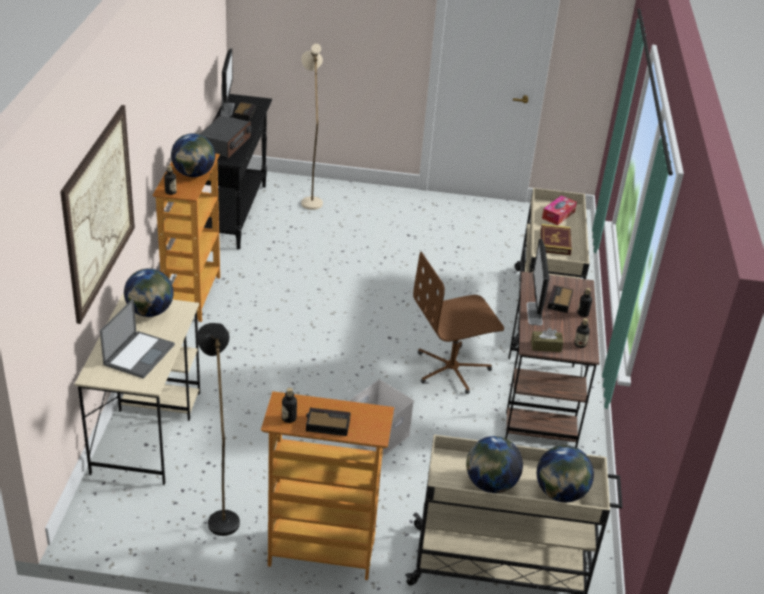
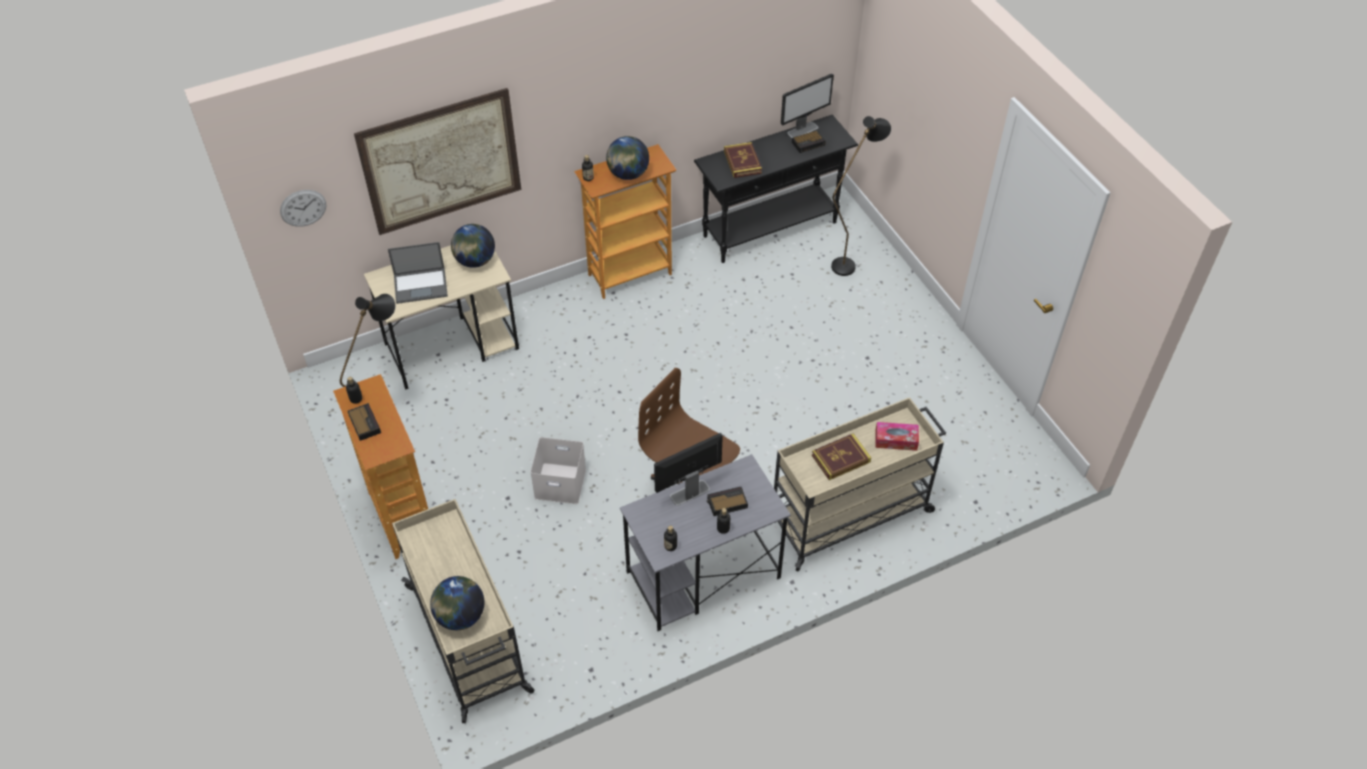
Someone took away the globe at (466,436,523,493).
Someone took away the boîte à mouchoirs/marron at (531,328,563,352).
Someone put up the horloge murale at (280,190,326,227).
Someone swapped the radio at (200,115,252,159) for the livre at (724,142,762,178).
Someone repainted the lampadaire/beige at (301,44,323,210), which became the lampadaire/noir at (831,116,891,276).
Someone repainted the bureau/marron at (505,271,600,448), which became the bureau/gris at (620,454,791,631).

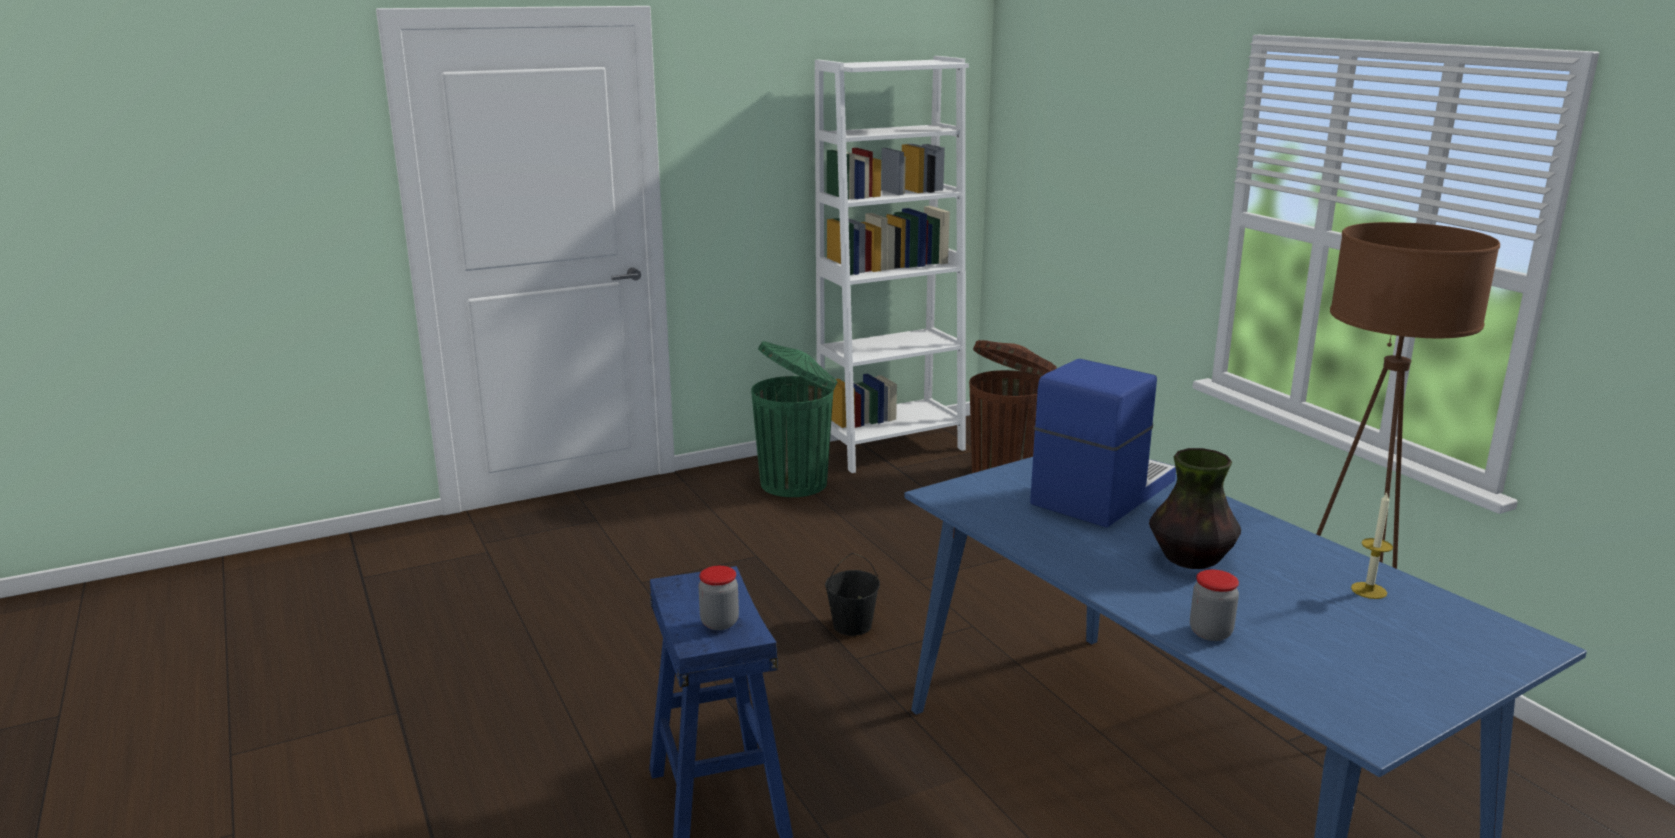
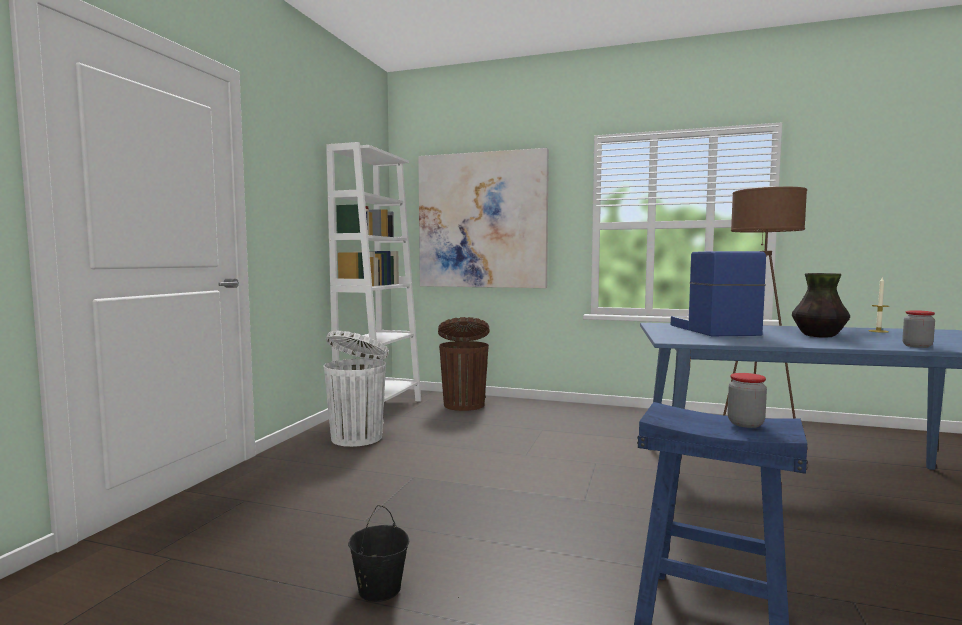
Someone put up the tableau at (418,148,549,288).
Someone carried the seau/noir from (825,553,880,636) to (348,505,409,602).
Someone repainted the poubelle/vert at (751,341,838,497), which became the poubelle/blanc at (324,331,389,447).

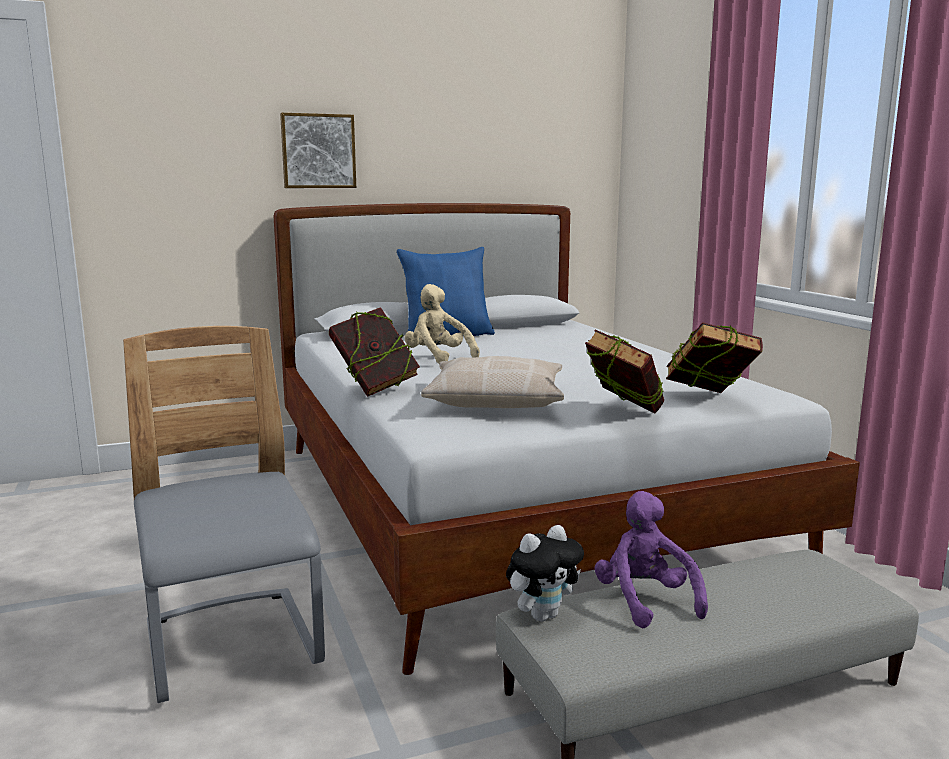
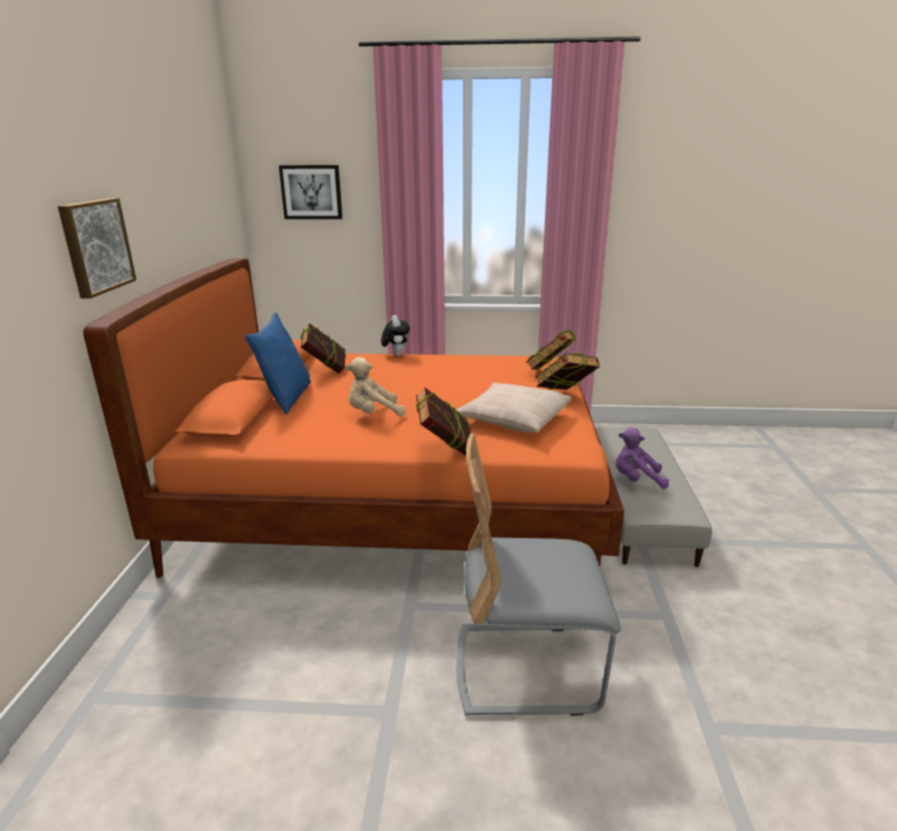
Someone put up the tableau at (279,165,342,219).
Someone put down the livre at (301,323,346,374).
Someone carried the peluche from (506,525,584,622) to (381,315,410,356).
Someone repainted the lit/blanc at (273,203,860,675), which became the lit/orange at (83,258,624,578).

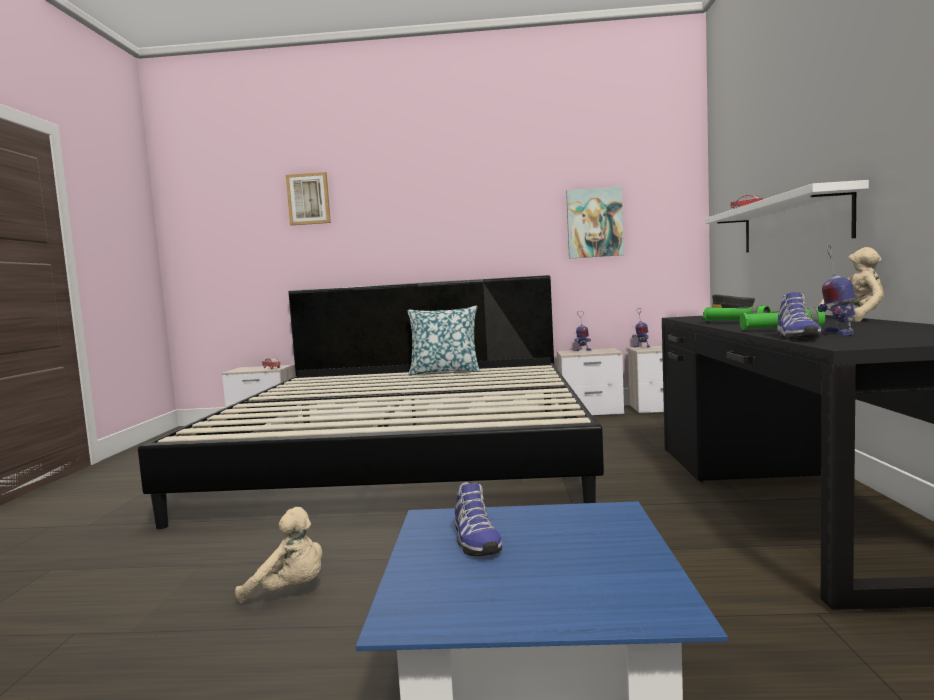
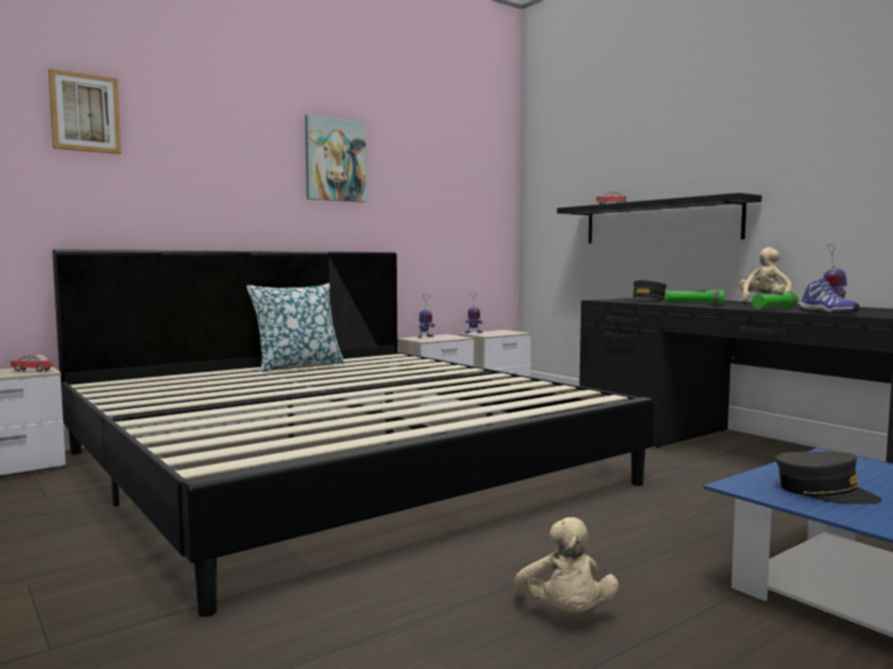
Someone carried the tableau from (566,186,624,259) to (305,114,367,202).
Someone swapped the chaussure at (455,482,502,556) for the casquette/gris at (776,452,882,504).
Someone repainted the étagère/blanc at (705,180,869,253), which became the étagère/noir at (557,193,762,243).
Someone rotated the peluche/beige at (235,507,323,603) by 105 degrees clockwise.

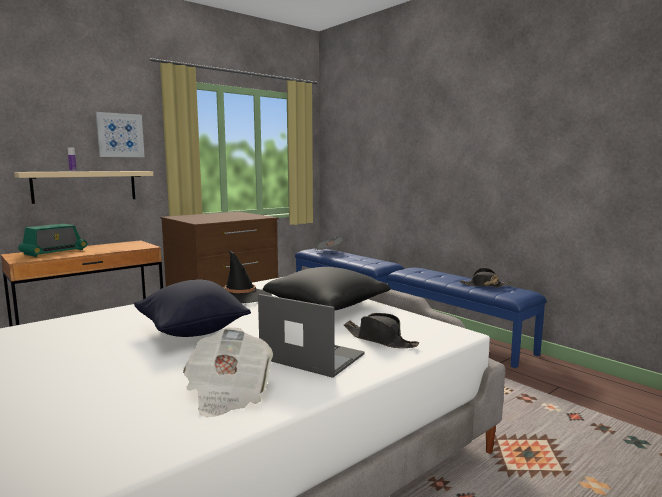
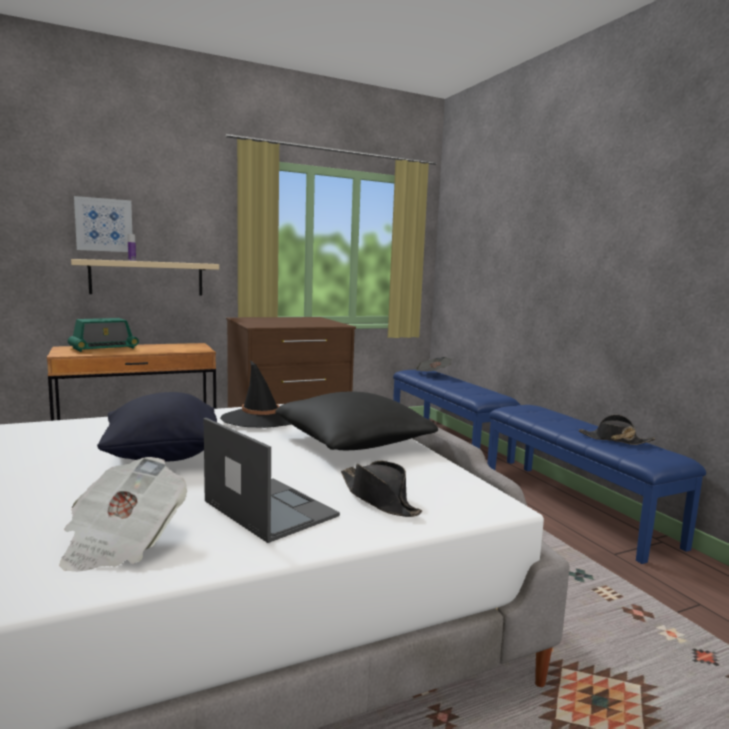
Someone carried the tableau from (96,112,145,157) to (74,196,132,252).

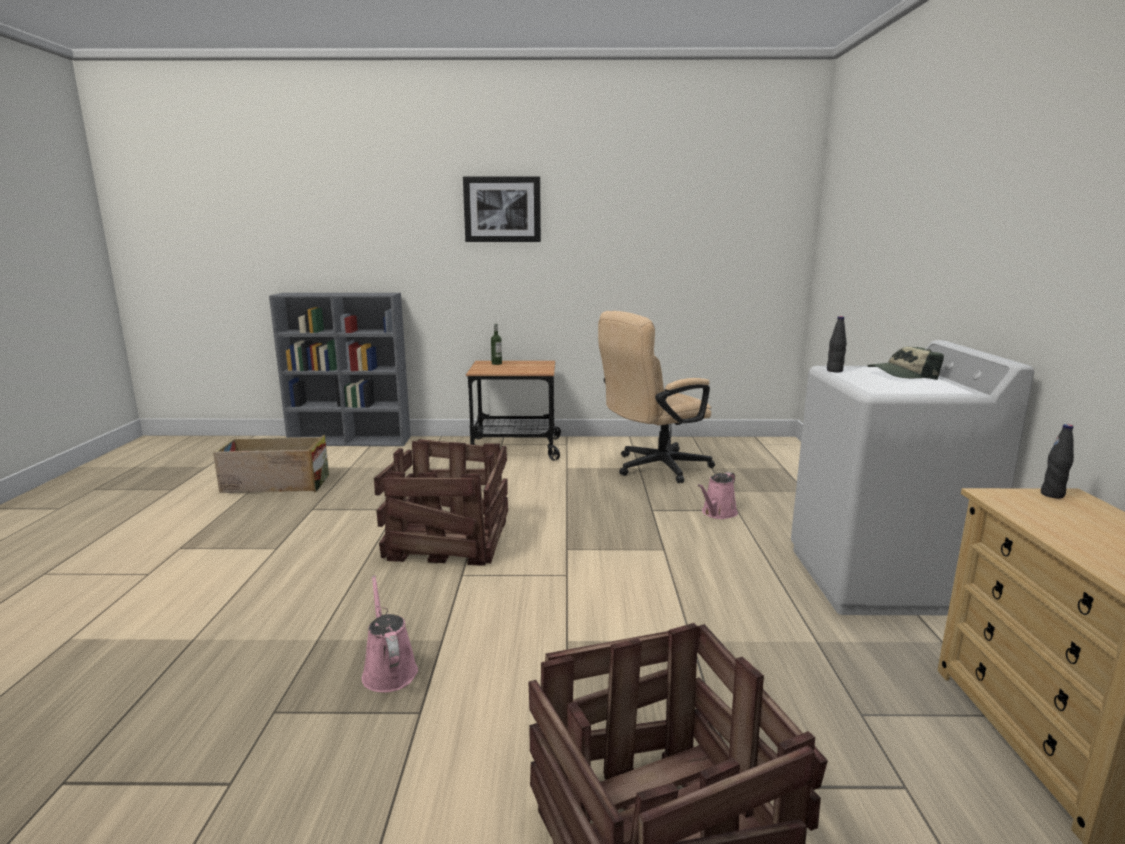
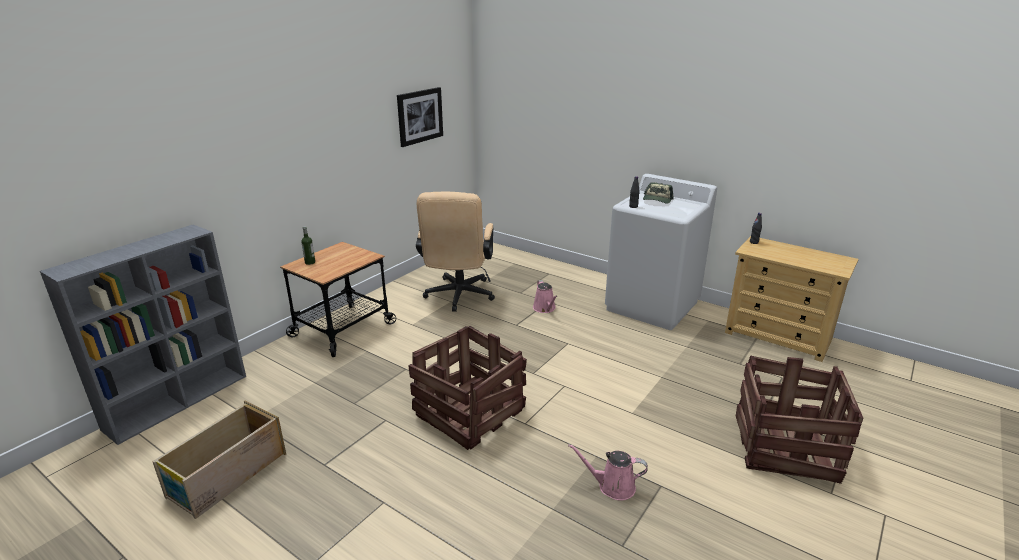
Someone carried the tableau from (463,176,541,242) to (397,87,443,147).

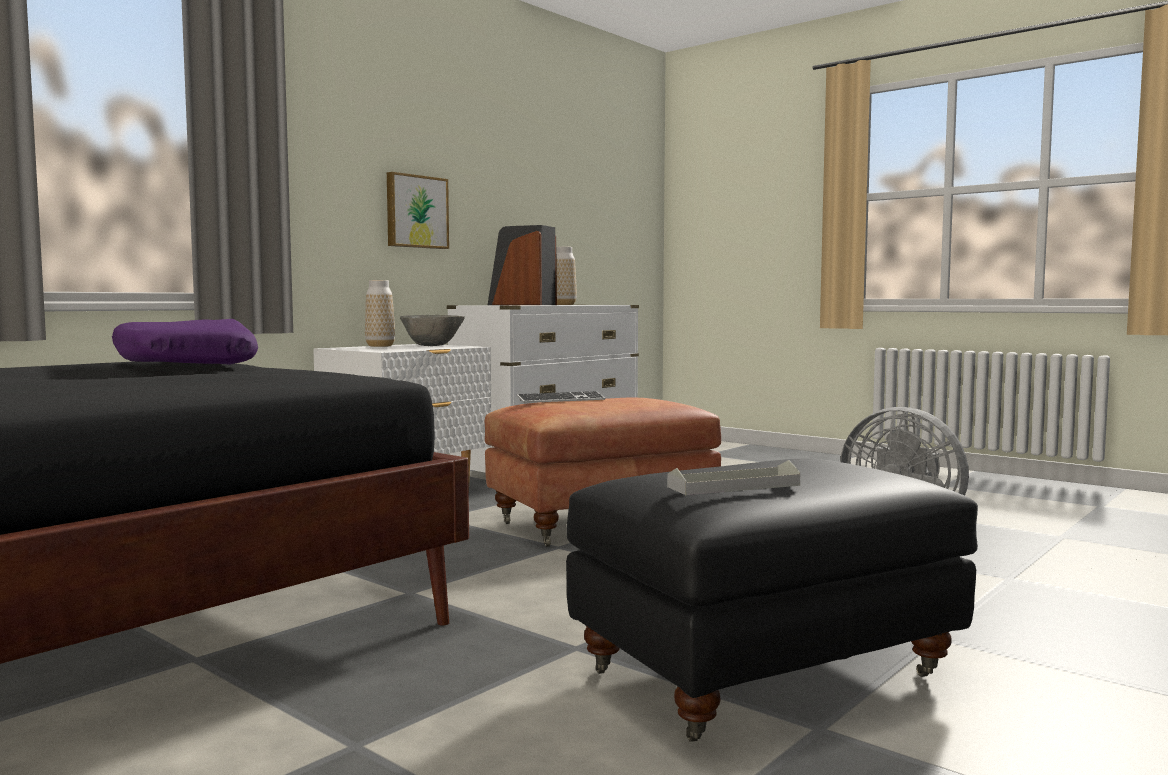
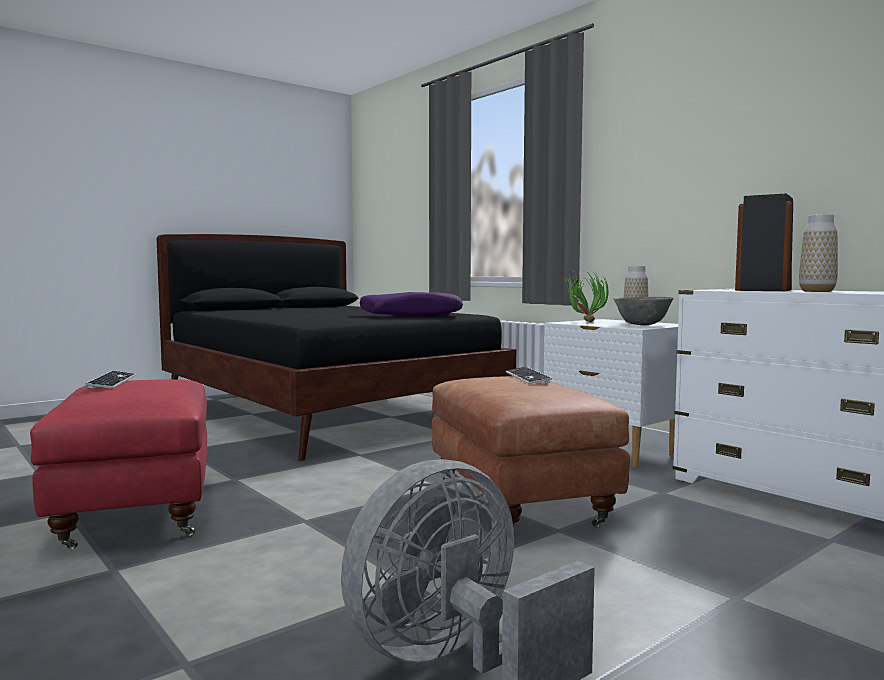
Someone took away the tableau at (387,172,449,249).
Someone put down the plante en pot at (563,267,608,322).
Someone swapped the plateau/gris at (667,460,800,495) for the clavier at (85,371,136,389).
Someone repainted the pouf/noir at (566,458,978,742), which became the pouf/rouge at (30,379,208,549).

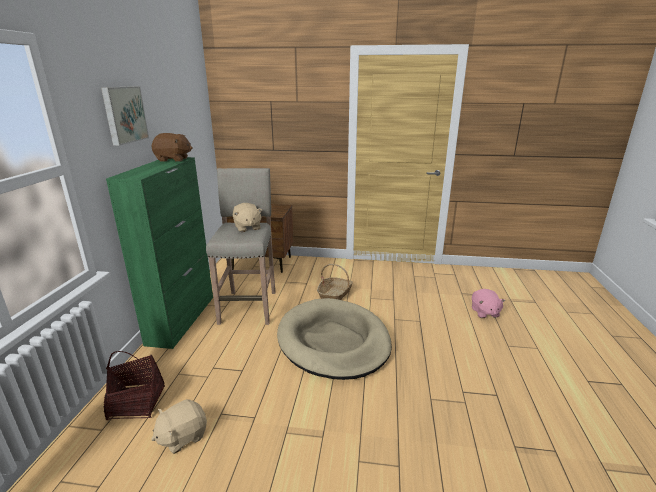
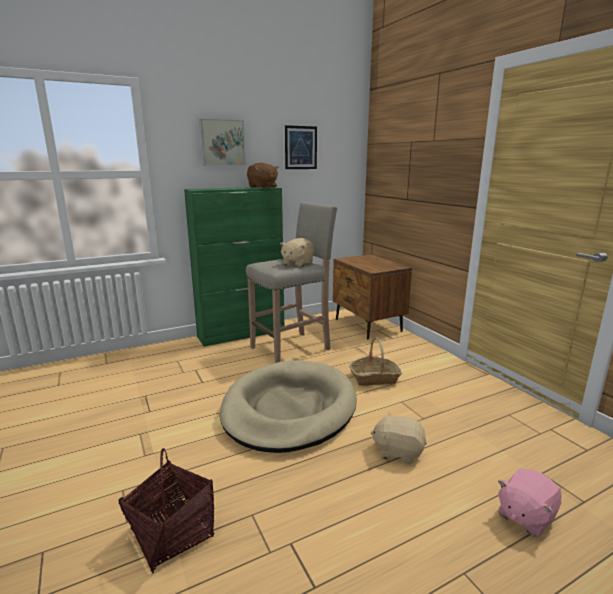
Someone put up the tableau at (285,125,317,169).
Someone carried the panier from (104,351,165,420) to (119,448,214,573).
Someone carried the peluche/beige from (151,399,207,454) to (370,412,427,464).

